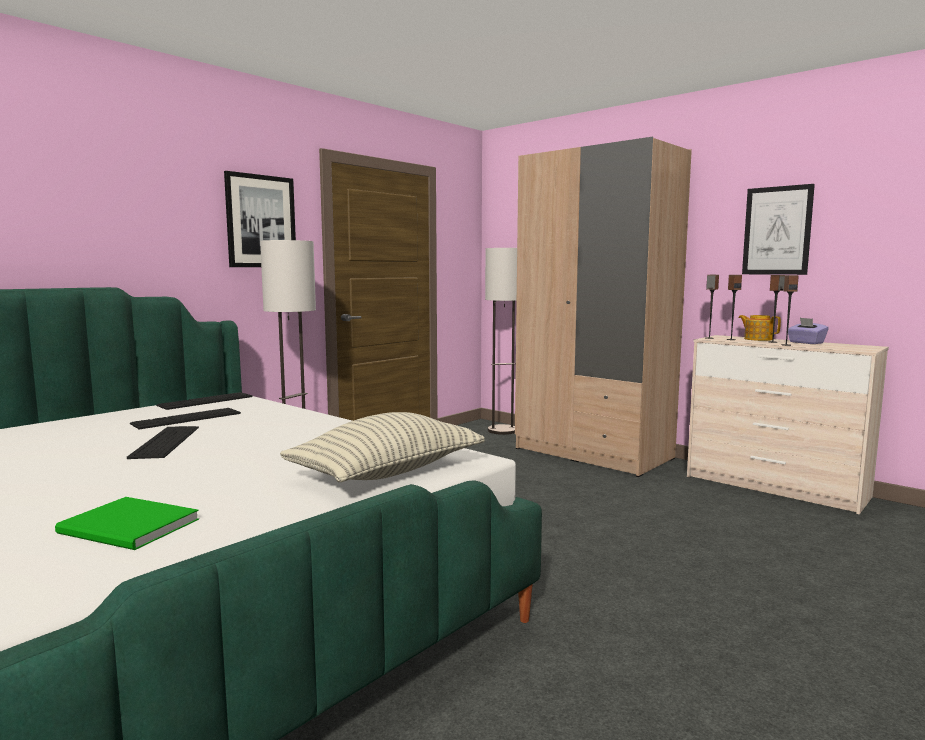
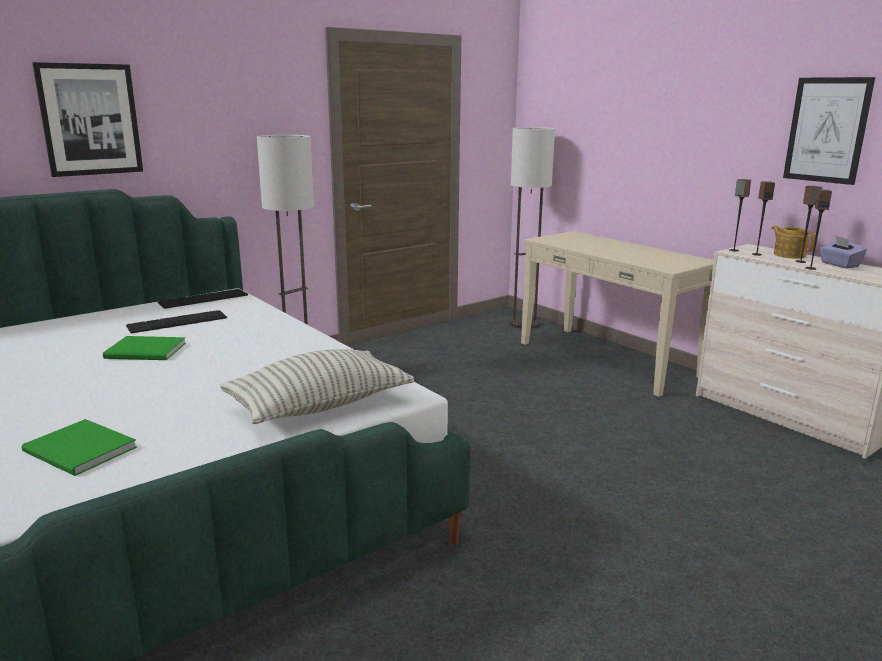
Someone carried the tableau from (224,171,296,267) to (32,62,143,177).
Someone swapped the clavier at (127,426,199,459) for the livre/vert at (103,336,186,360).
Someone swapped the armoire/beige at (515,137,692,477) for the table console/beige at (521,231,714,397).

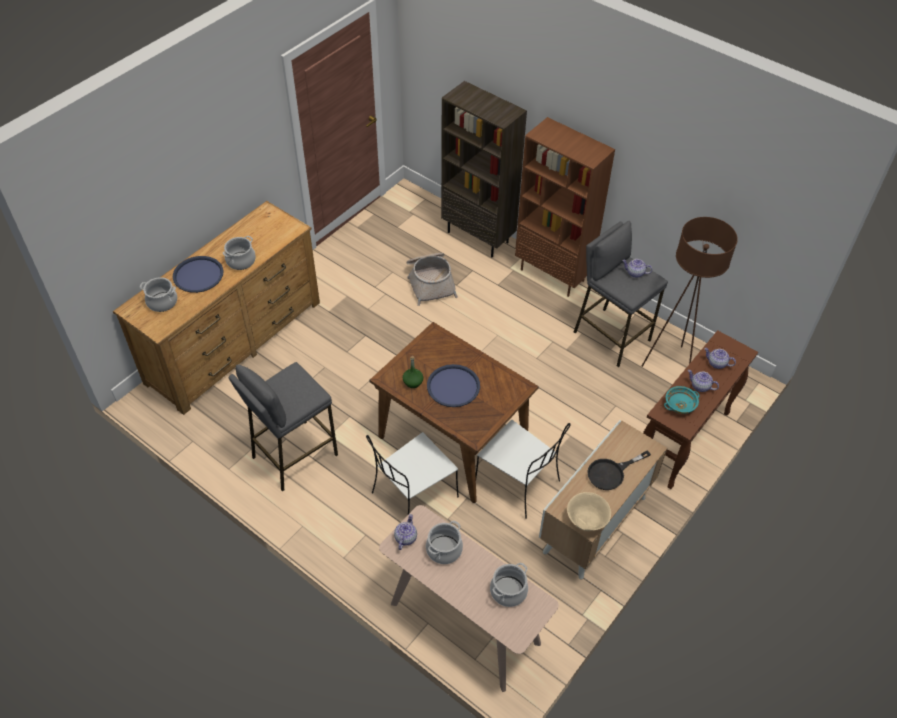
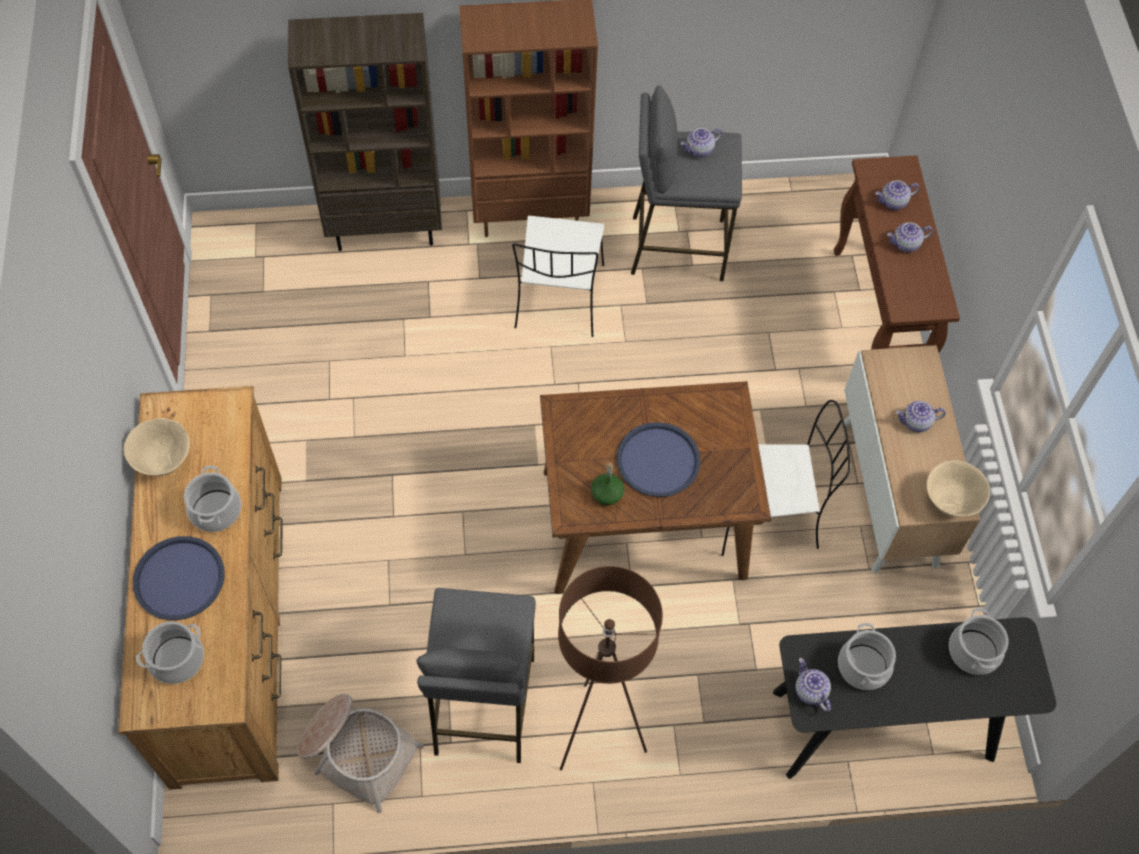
Someone took away the bol/turquoise at (664,386,699,414).
Someone put down the bol/beige at (124,418,190,476).
Someone carried the chaise/blanc from (366,432,459,514) to (512,216,605,337).
Someone carried the panier from (406,253,458,306) to (297,694,424,813).
Someone carried the lampadaire/marron from (642,217,738,367) to (558,566,663,770).
Someone swapped the poêle/noir at (587,450,651,490) for the théière at (896,401,946,432).
Someone repainted the table console/beige at (379,505,559,692), which became the table console/noir at (773,617,1056,779).

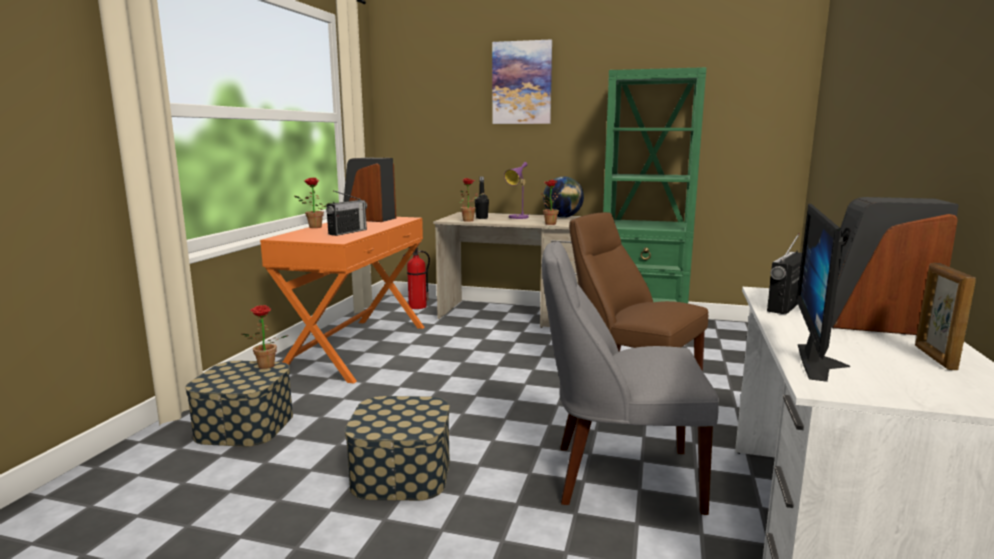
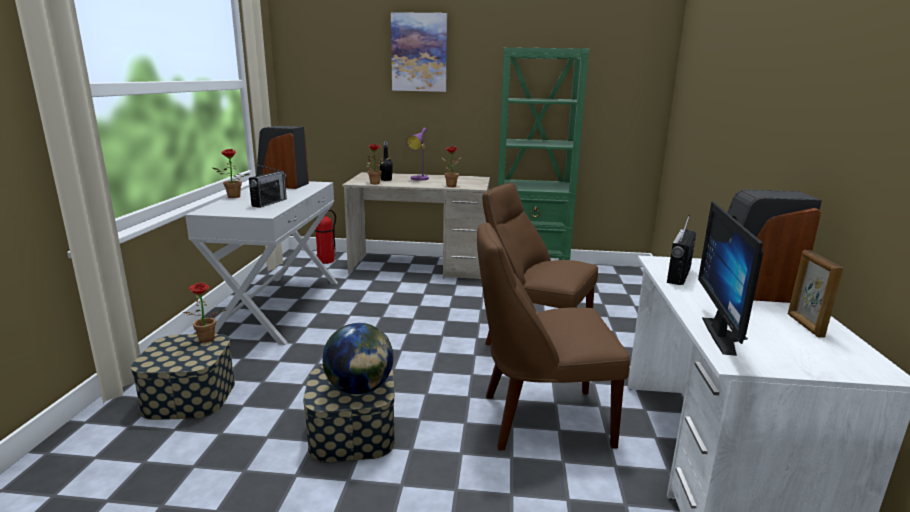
Someone carried the globe from (543,176,584,218) to (322,323,393,394).
Someone repainted the table console/orange at (260,217,425,384), which became the table console/blanc at (185,181,338,345).
Someone repainted the chaise/gris at (542,241,719,515), which became the chaise/marron at (477,222,630,450).

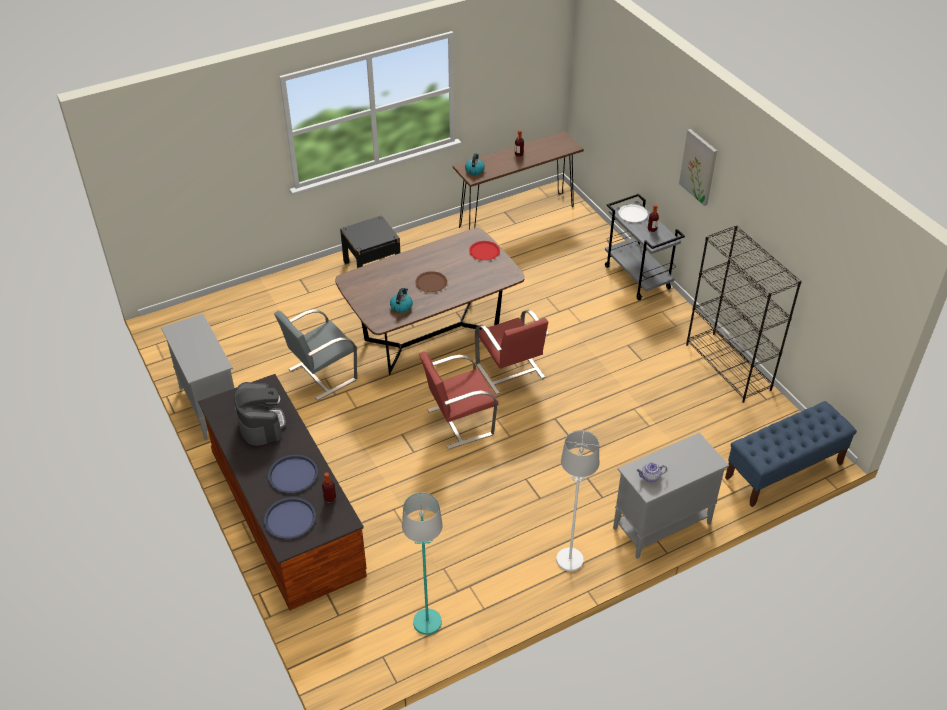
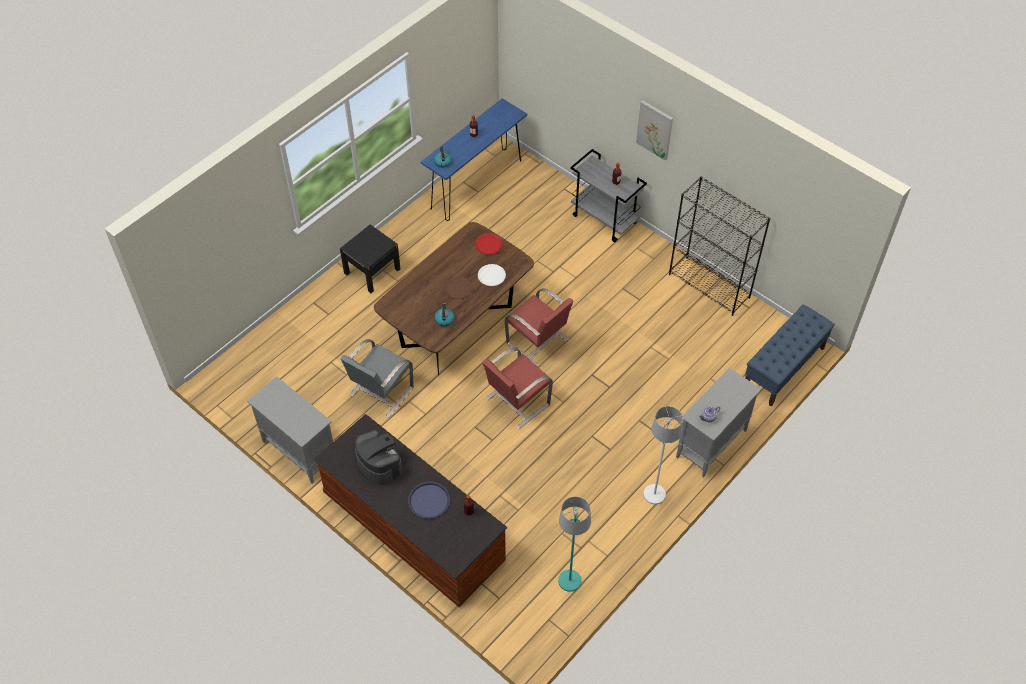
Someone took away the plateau/bleu at (264,497,316,539).
Someone carried the assiette/blanc from (618,204,648,222) to (478,264,506,286).
Someone repainted the table console/marron at (453,131,584,230), which became the table console/bleu at (421,98,527,221).

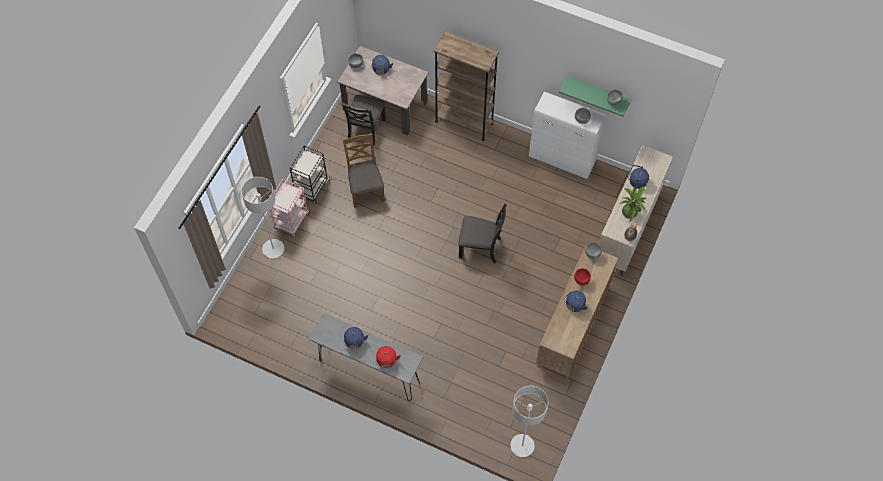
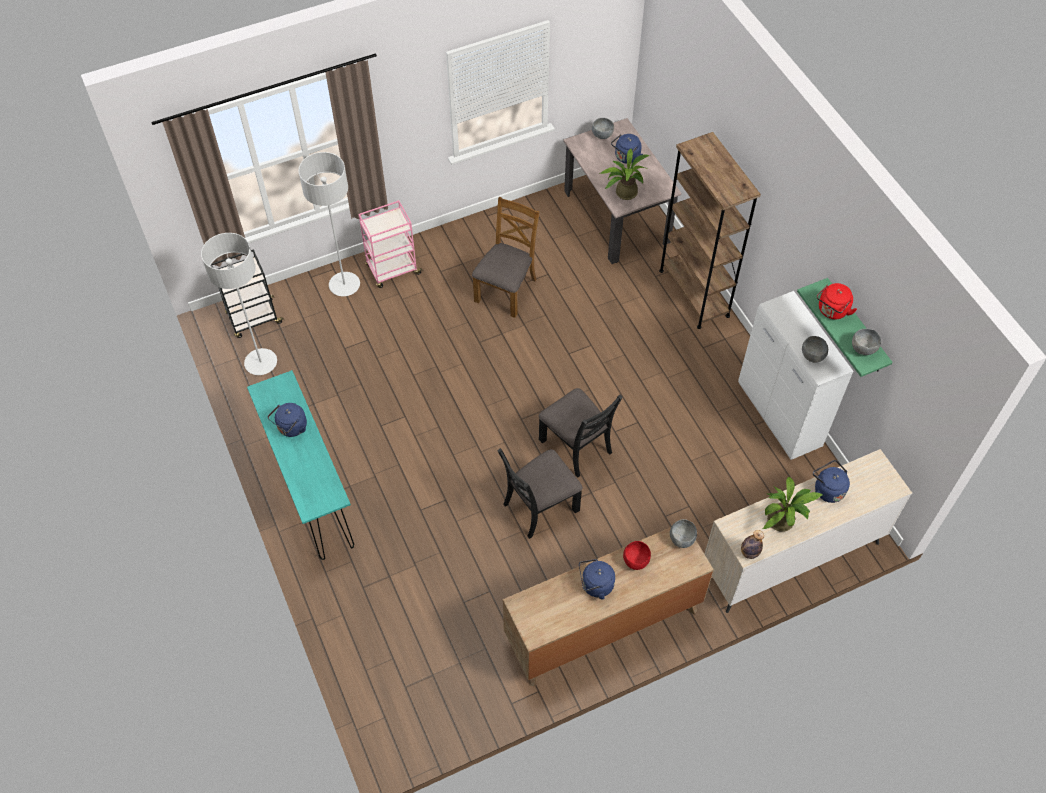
Someone put down the plante en pot at (600,148,650,200).
Someone carried the chariot/noir from (290,145,330,203) to (211,249,284,338).
Someone carried the chaise/noir from (342,95,386,146) to (497,448,583,539).
Someone carried the bouilloire/rouge from (376,346,401,368) to (817,283,857,319).
Someone carried the lampadaire/gris from (510,386,548,457) to (201,233,277,375).
Someone repainted the table console/gris at (309,313,423,401), which became the table console/turquoise at (247,370,354,560).

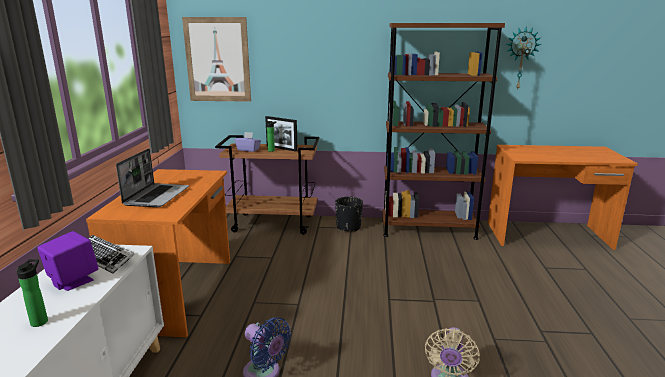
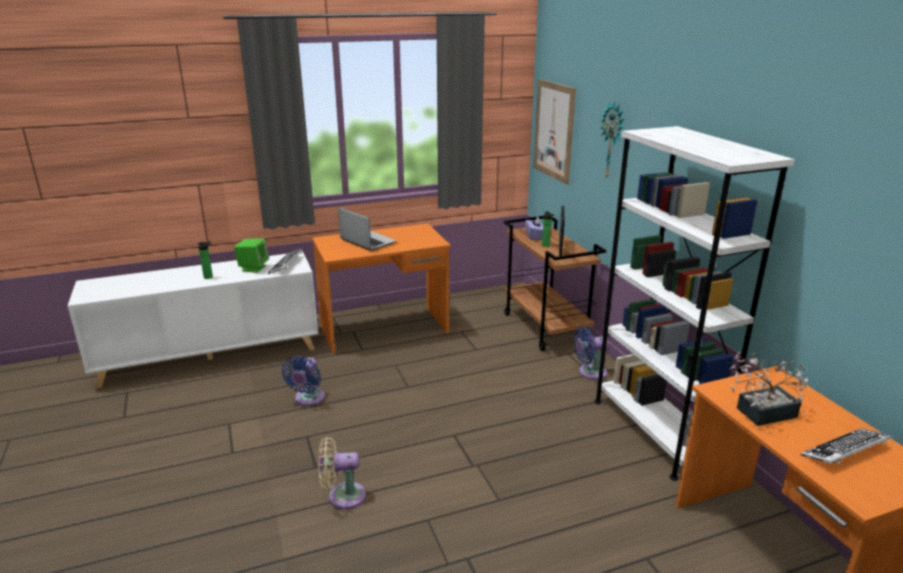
Someone put down the plante en pot at (729,351,808,426).
Someone put down the clavier at (801,428,891,464).
Someone carried the horloge murale from (506,26,541,89) to (600,102,624,179).
Someone swapped the cache-pot/noir at (335,196,363,232) for the ventilateur/bleu at (574,326,608,380).
Someone repainted the enceinte/violet at (37,231,99,291), which became the enceinte/vert at (234,238,269,273).
Someone repainted the bibliothèque/marron at (383,23,505,240), which became the bibliothèque/blanc at (594,126,795,481).
Someone rotated the ordinateur portable at (116,148,189,207) by 120 degrees counterclockwise.

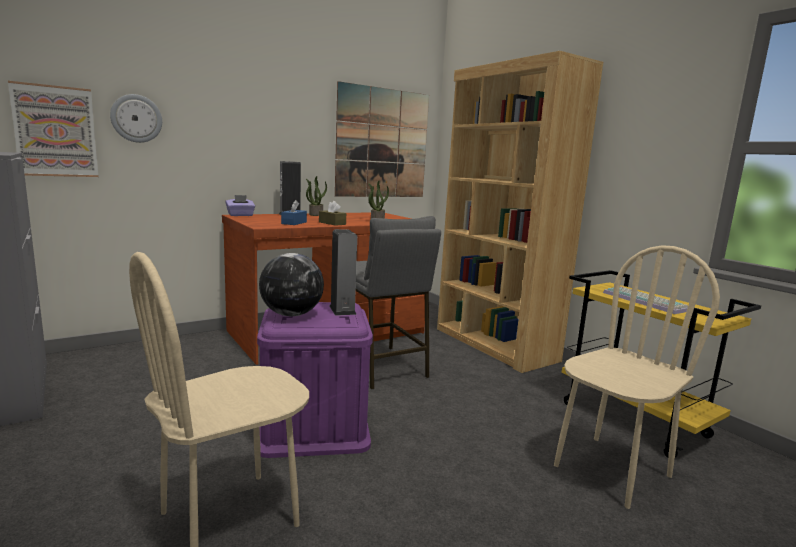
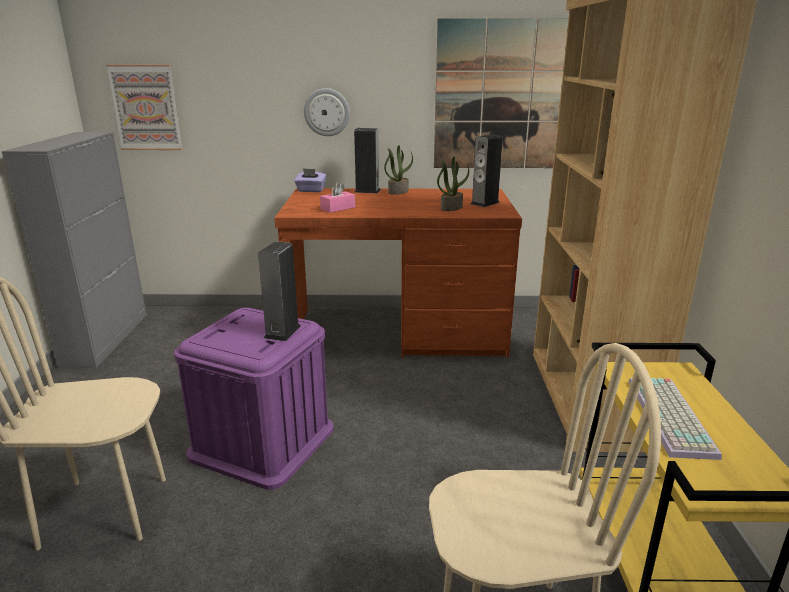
Someone took away the globe at (259,253,324,316).
Someone took away the boîte à mouchoirs/marron at (319,201,346,226).
Someone took away the tabouret/gris at (356,216,441,390).
Someone put down the enceinte at (471,134,503,207).
Someone carried the horloge murale from (110,94,162,143) to (304,88,350,136).
Someone repainted the boîte à mouchoirs/bleu at (281,200,307,225), which became the boîte à mouchoirs/rose at (320,182,355,213).

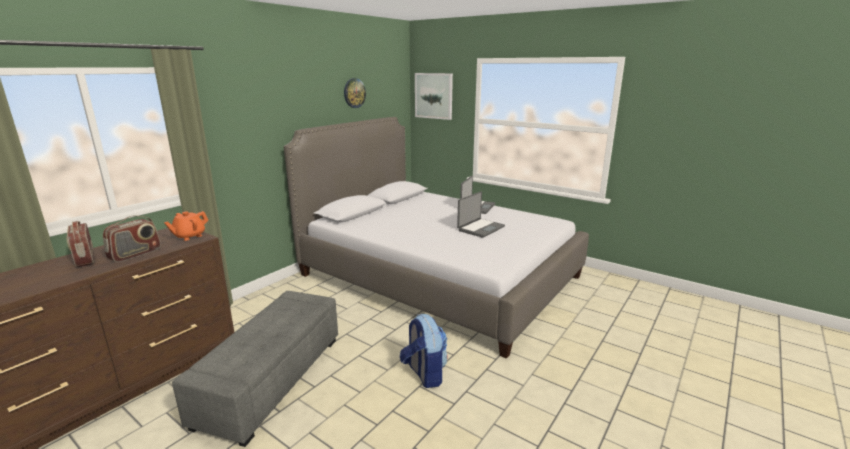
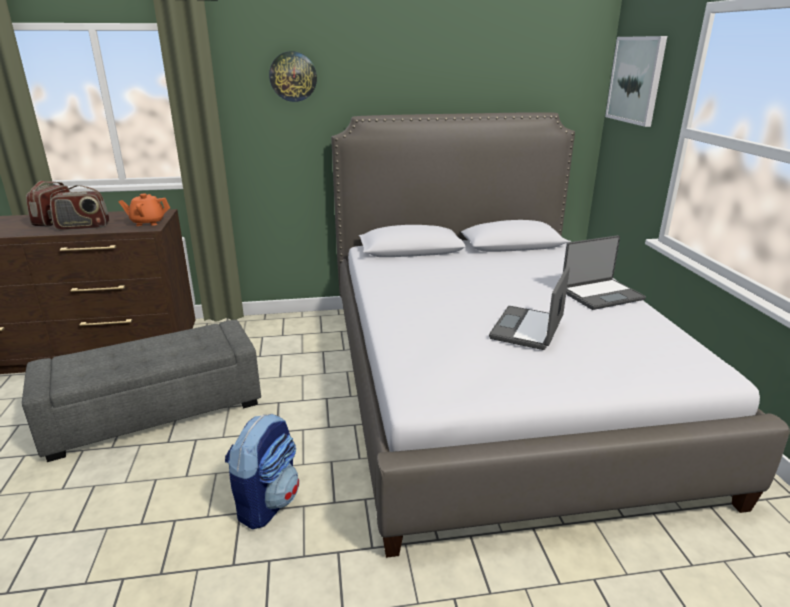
Someone carried the horloge murale from (344,78,366,108) to (269,51,317,102).
Someone rotated the ordinateur portable at (457,191,505,238) by 120 degrees clockwise.

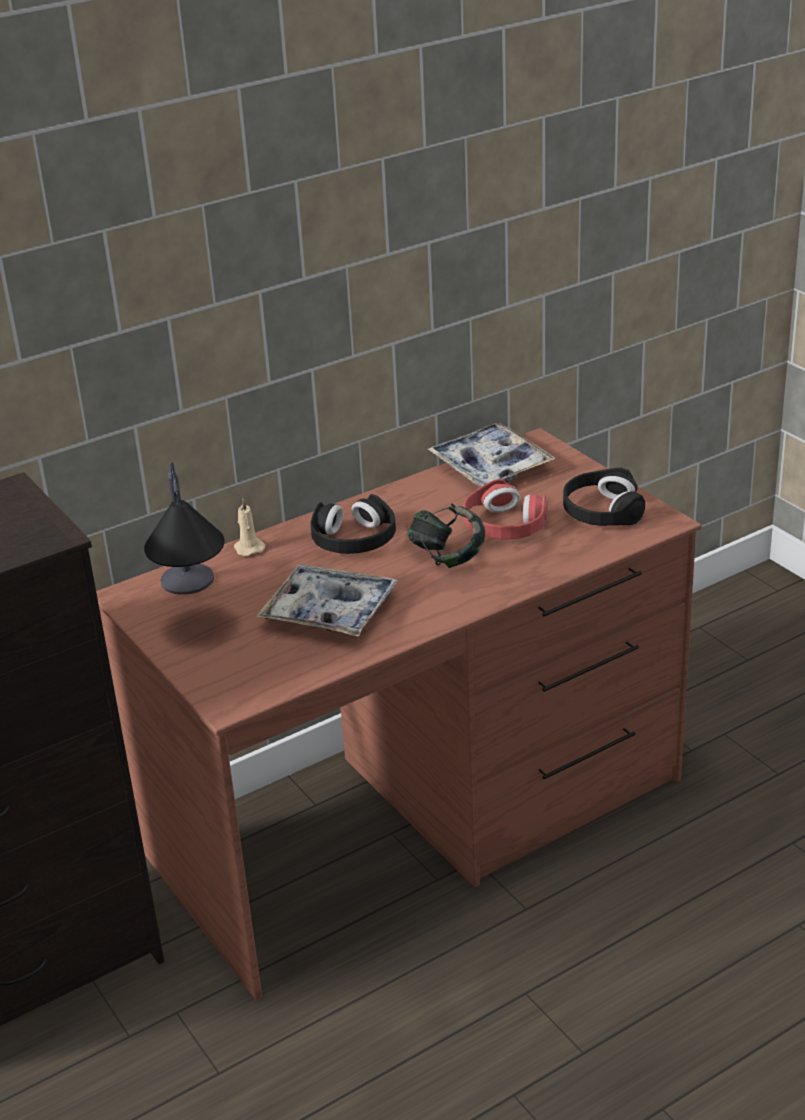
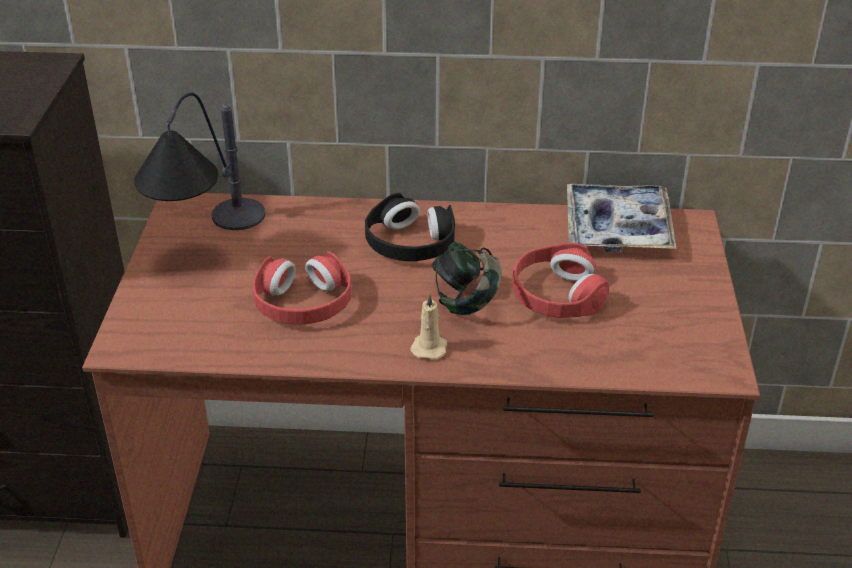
Someone took away the casque audio/noir at (563,468,645,526).
Someone carried the bougie/beige from (234,498,265,556) to (410,293,447,360).
Someone swapped the plateau at (256,564,399,637) for the casque audio/rouge at (253,251,351,325).

